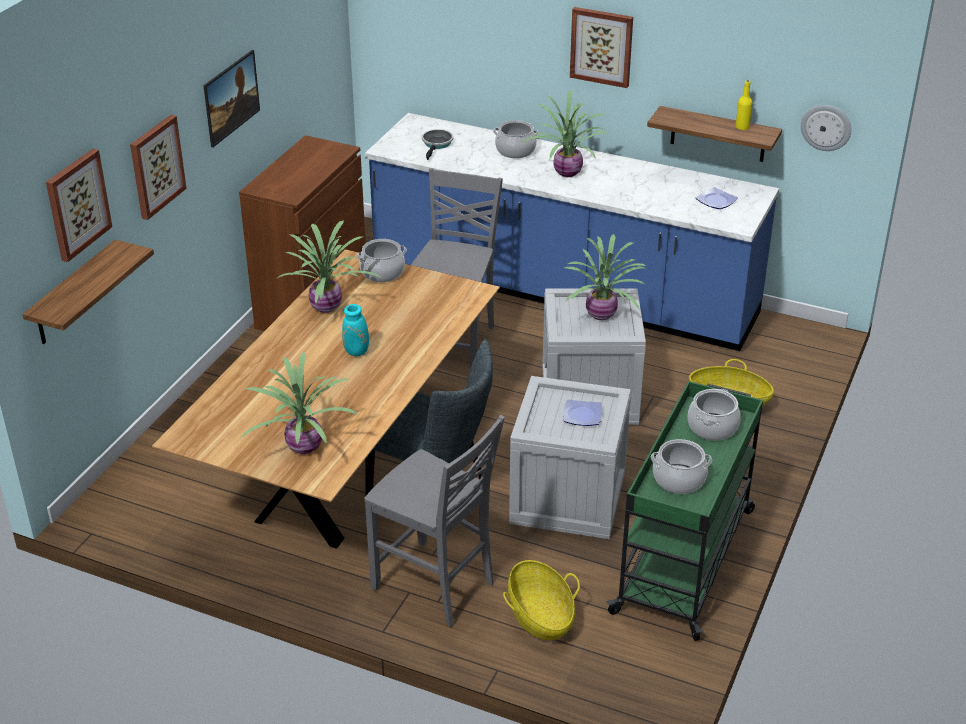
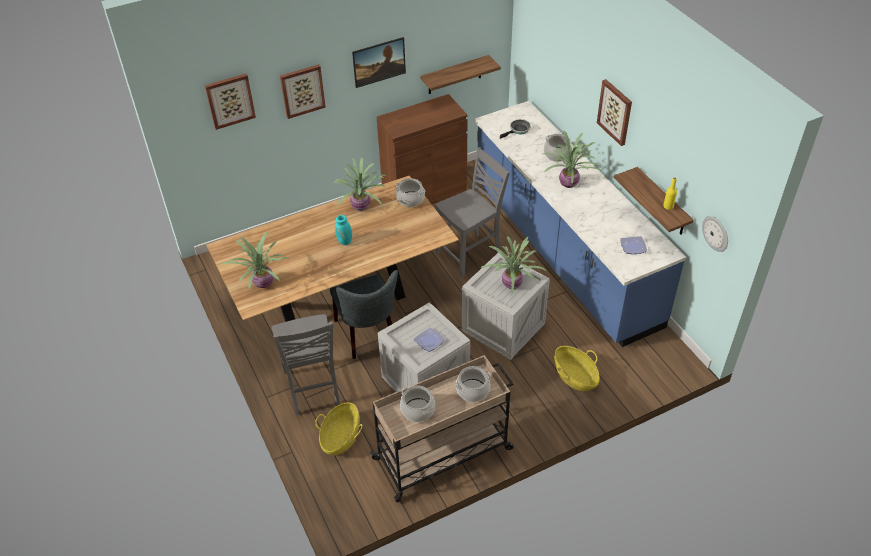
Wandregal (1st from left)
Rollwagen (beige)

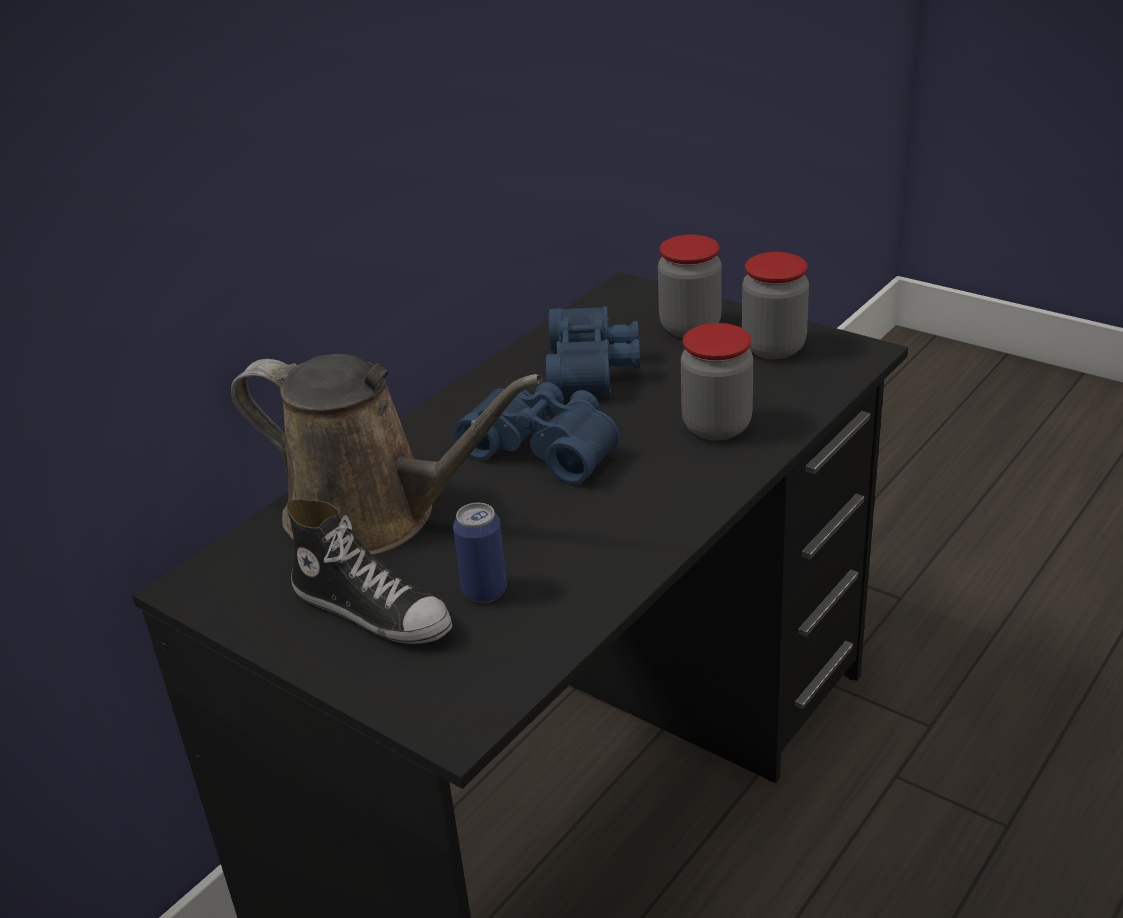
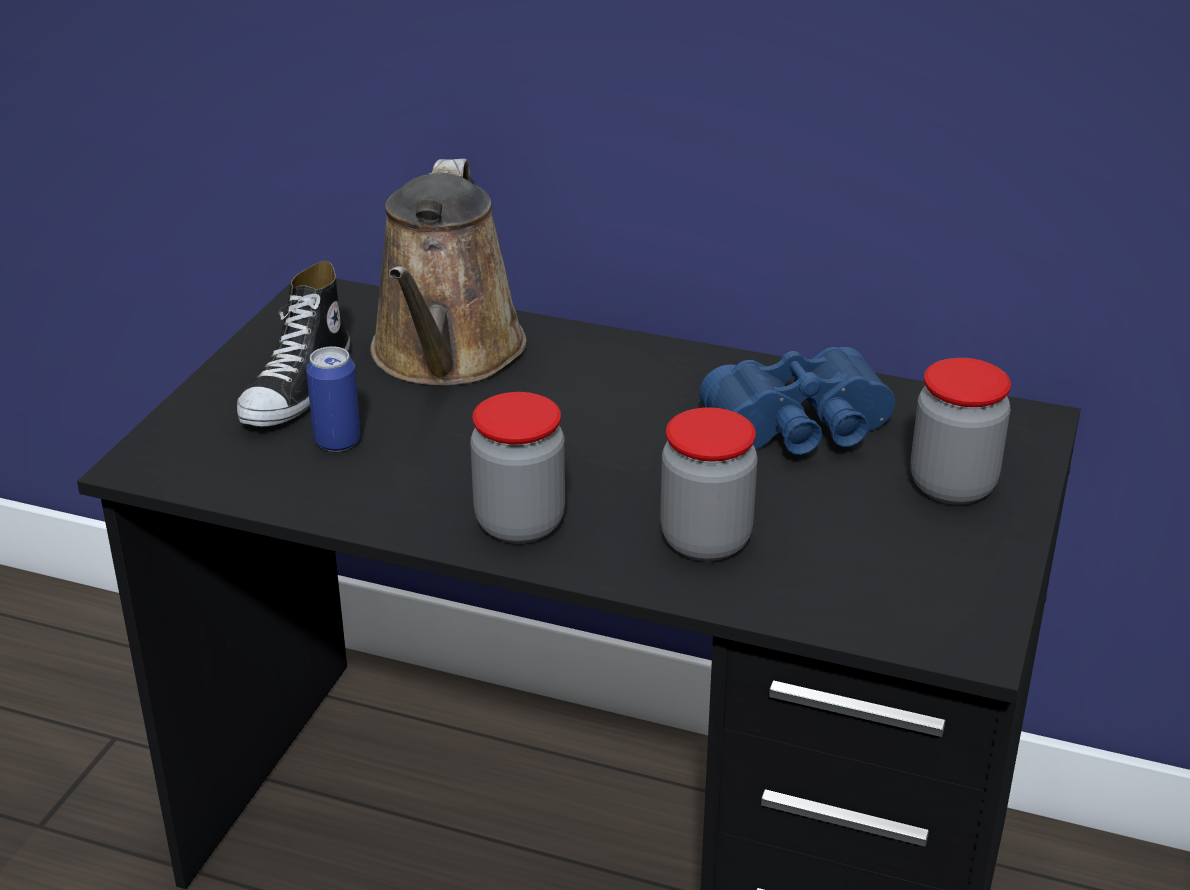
Fernglas (blau) (1st from left in the first image)
Vorratsglas (1st from left)

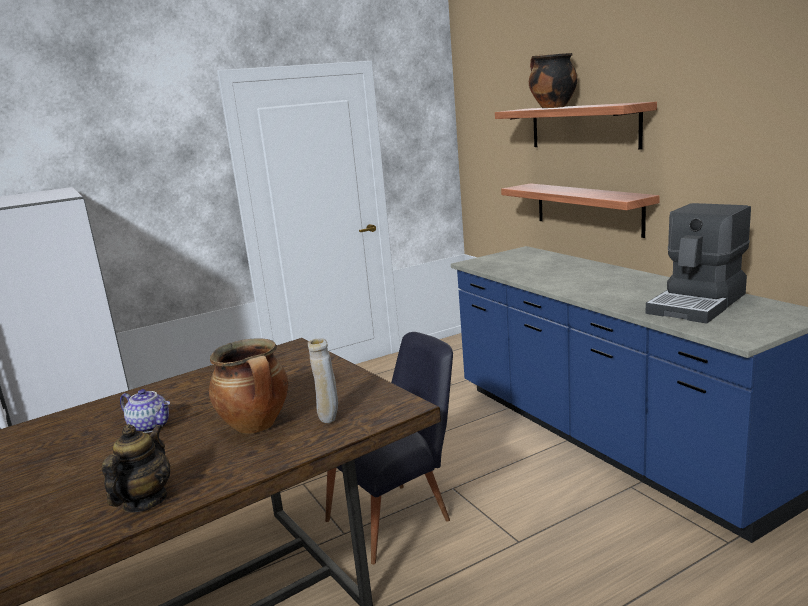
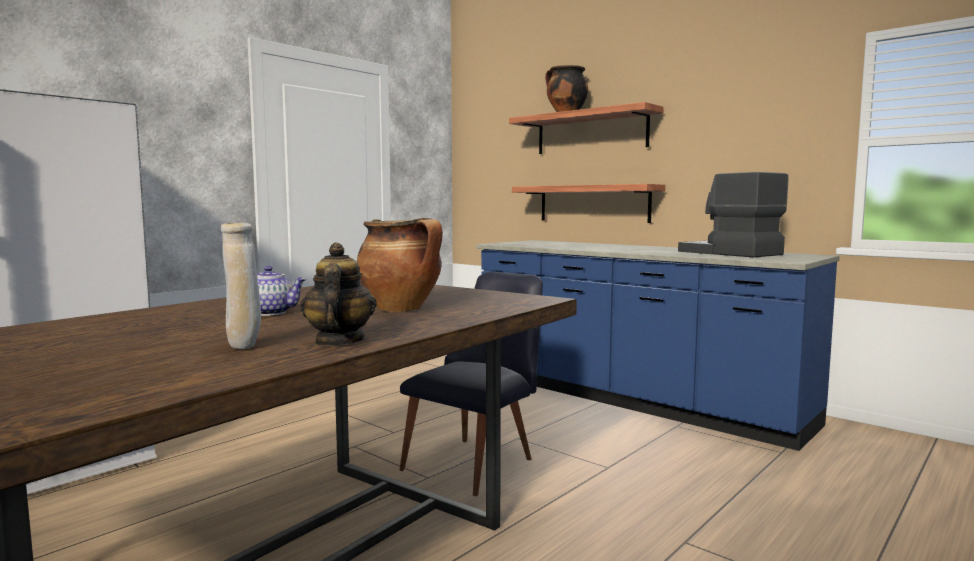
Vase (beige)
Kaffeemaschine

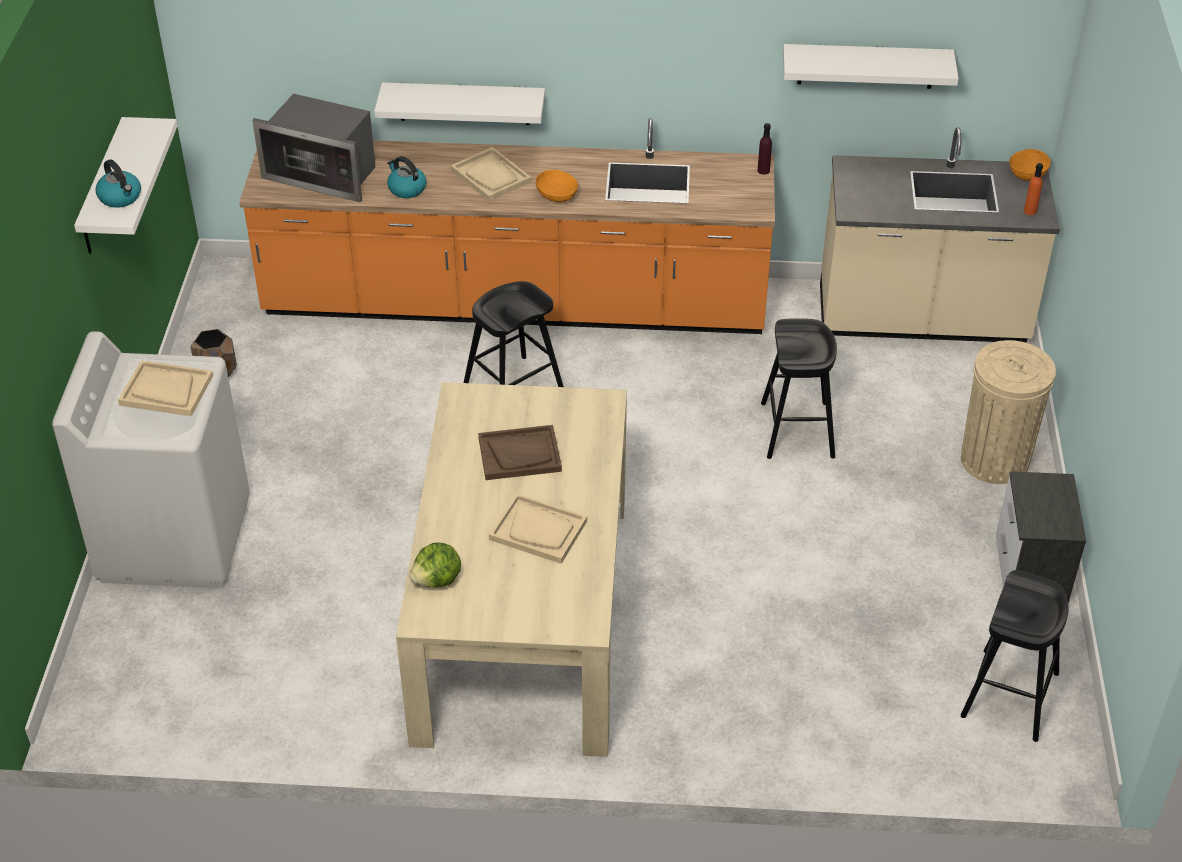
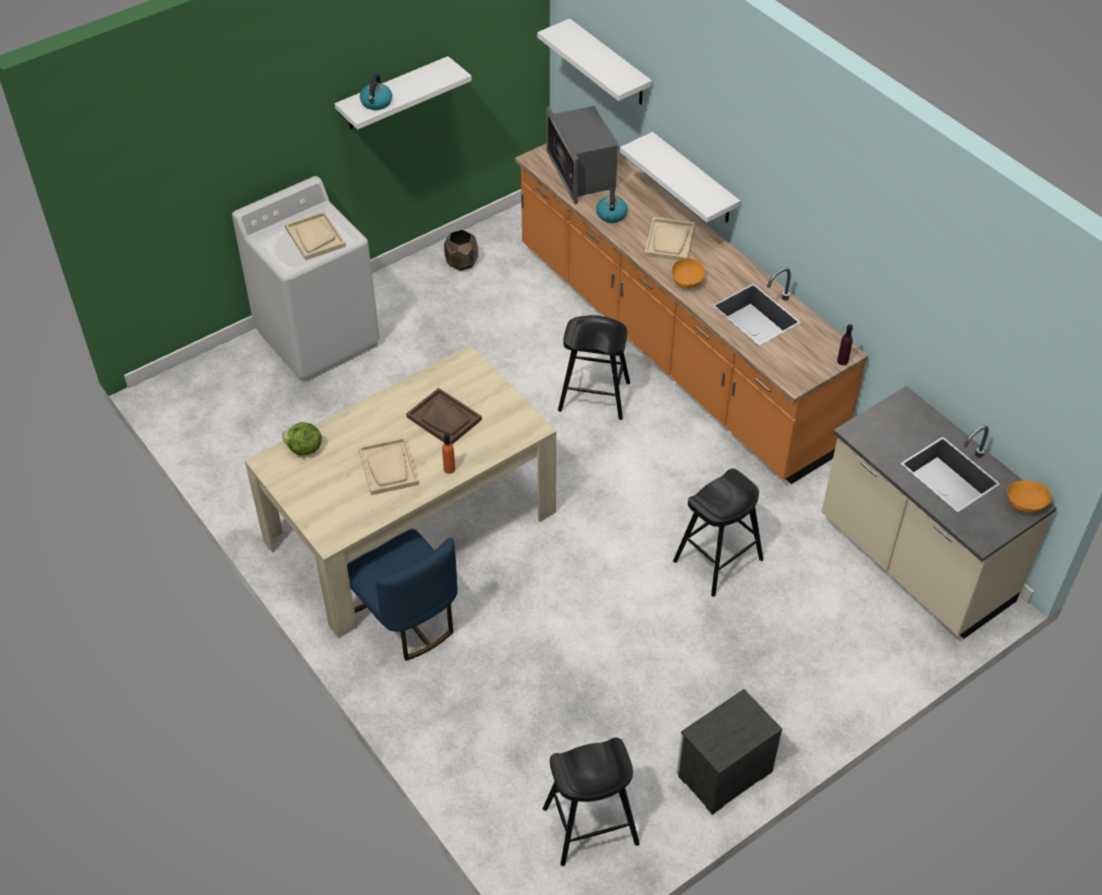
Wandregal (weiß) (2nd from left)
Mülleimer (beige)
Flasche (orange)
Stuhl (blau)

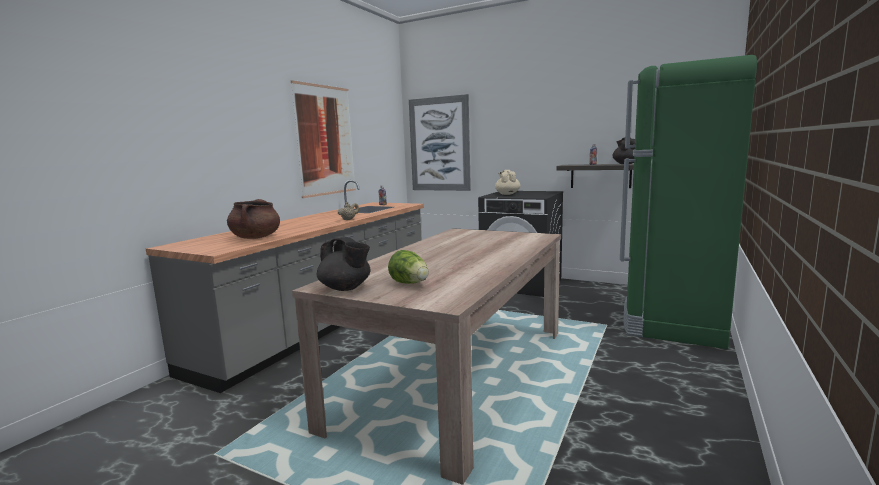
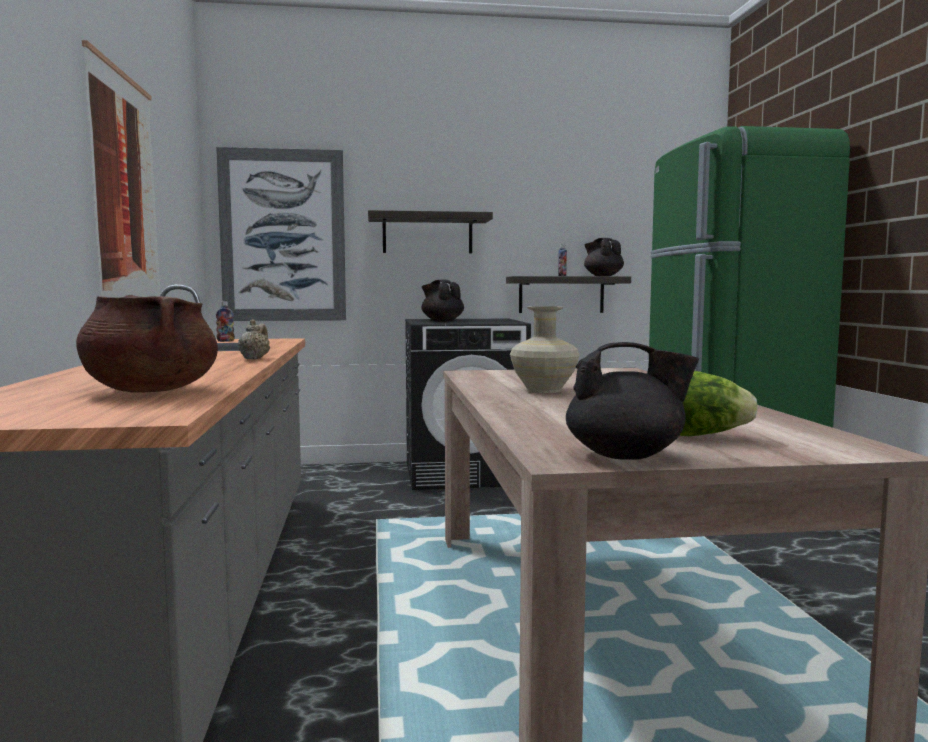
Teekanne (schwarz) (1st from left)
Wandregal (1st from left)
Vase (beige)

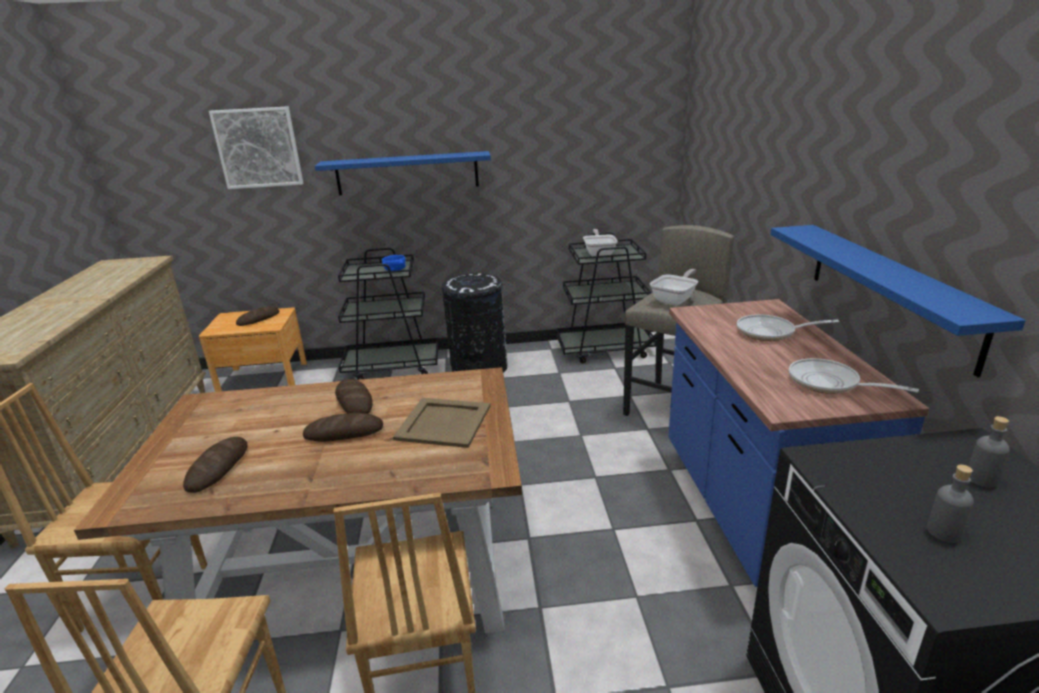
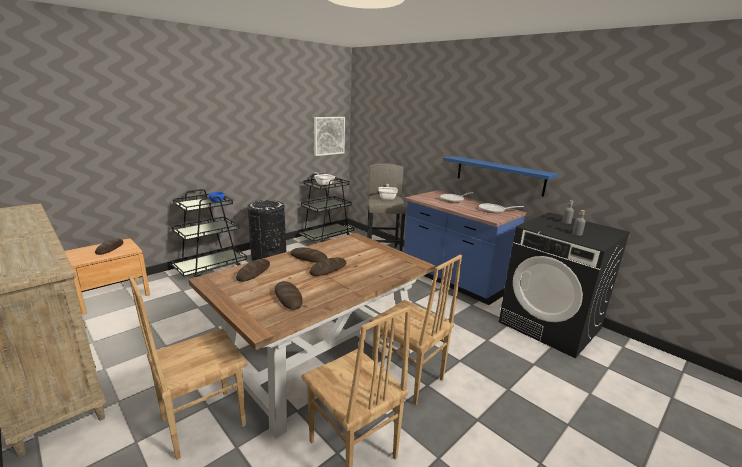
Bild
Wandregal (blau) (1st from left in the first image)
Tablett (beige)
Brot (2nd from left)

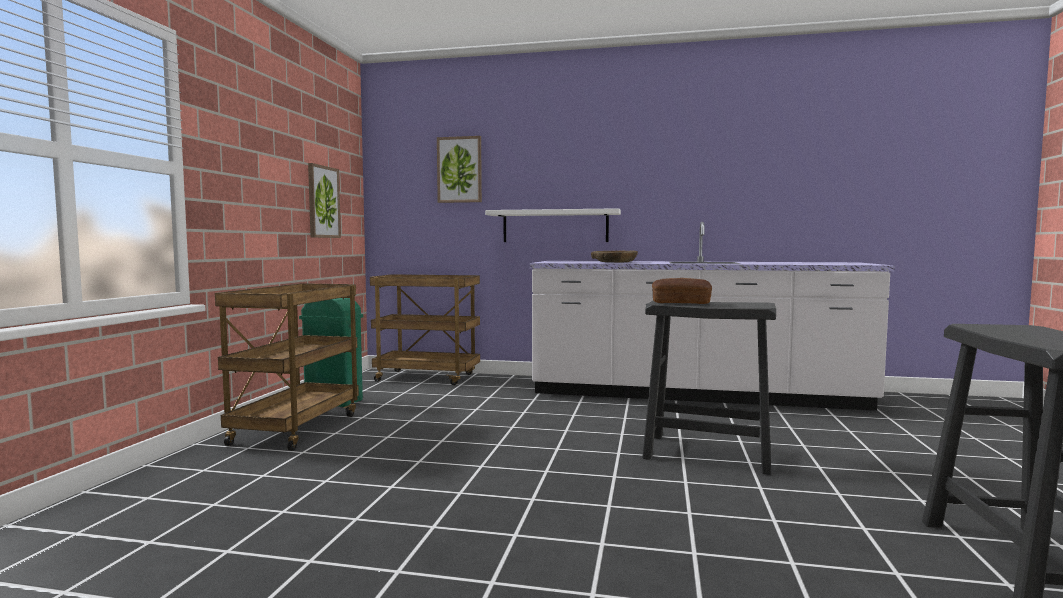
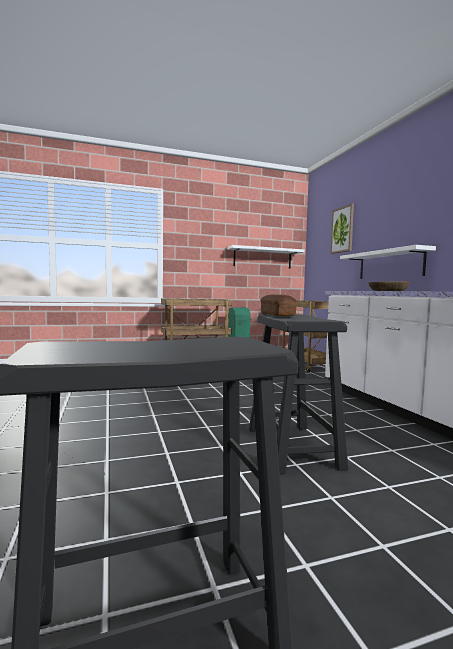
Wandregal (weiß) (1st from left)

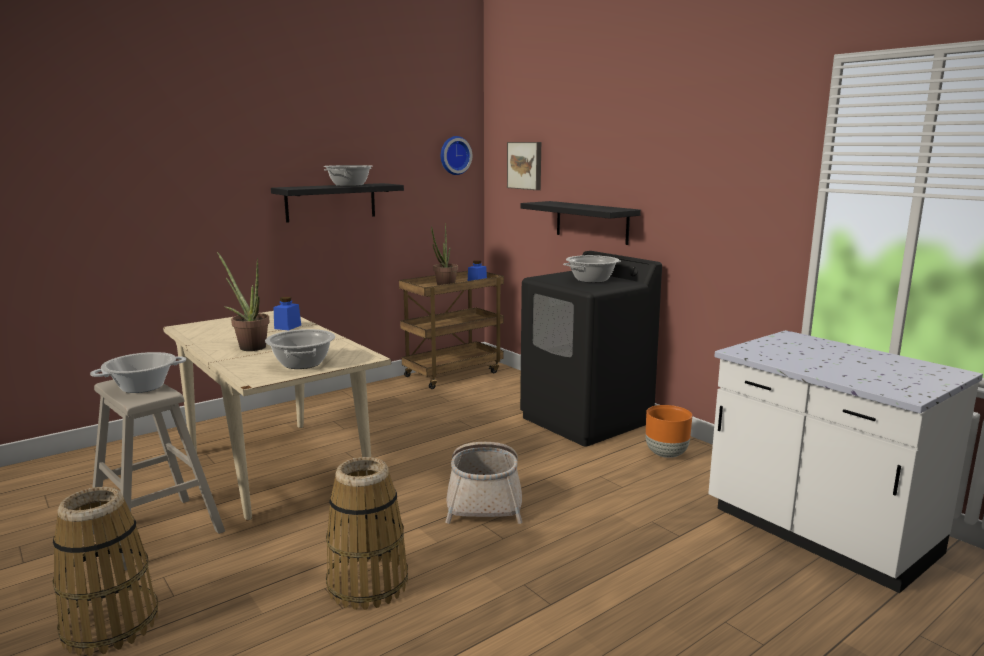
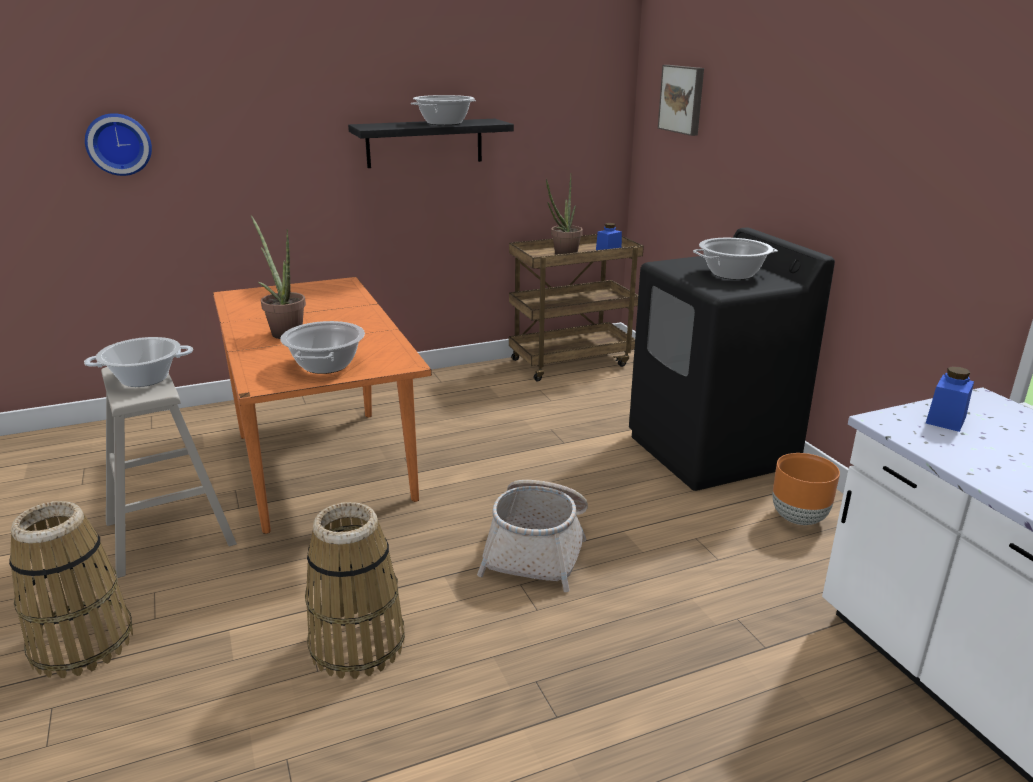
Esstisch (orange)
Vorratsglas (blau) (2nd from left)
Wanduhr
Wandregal (schwarz) (2nd from left in the first image)

